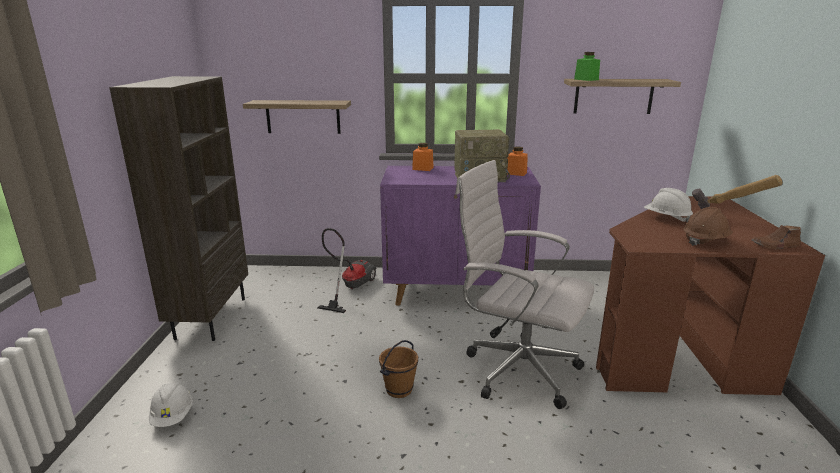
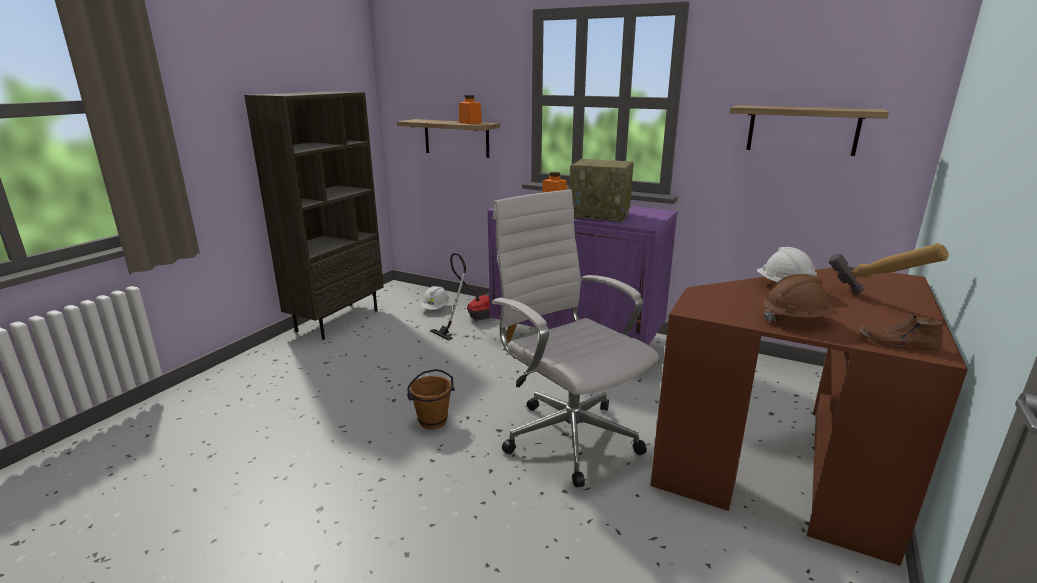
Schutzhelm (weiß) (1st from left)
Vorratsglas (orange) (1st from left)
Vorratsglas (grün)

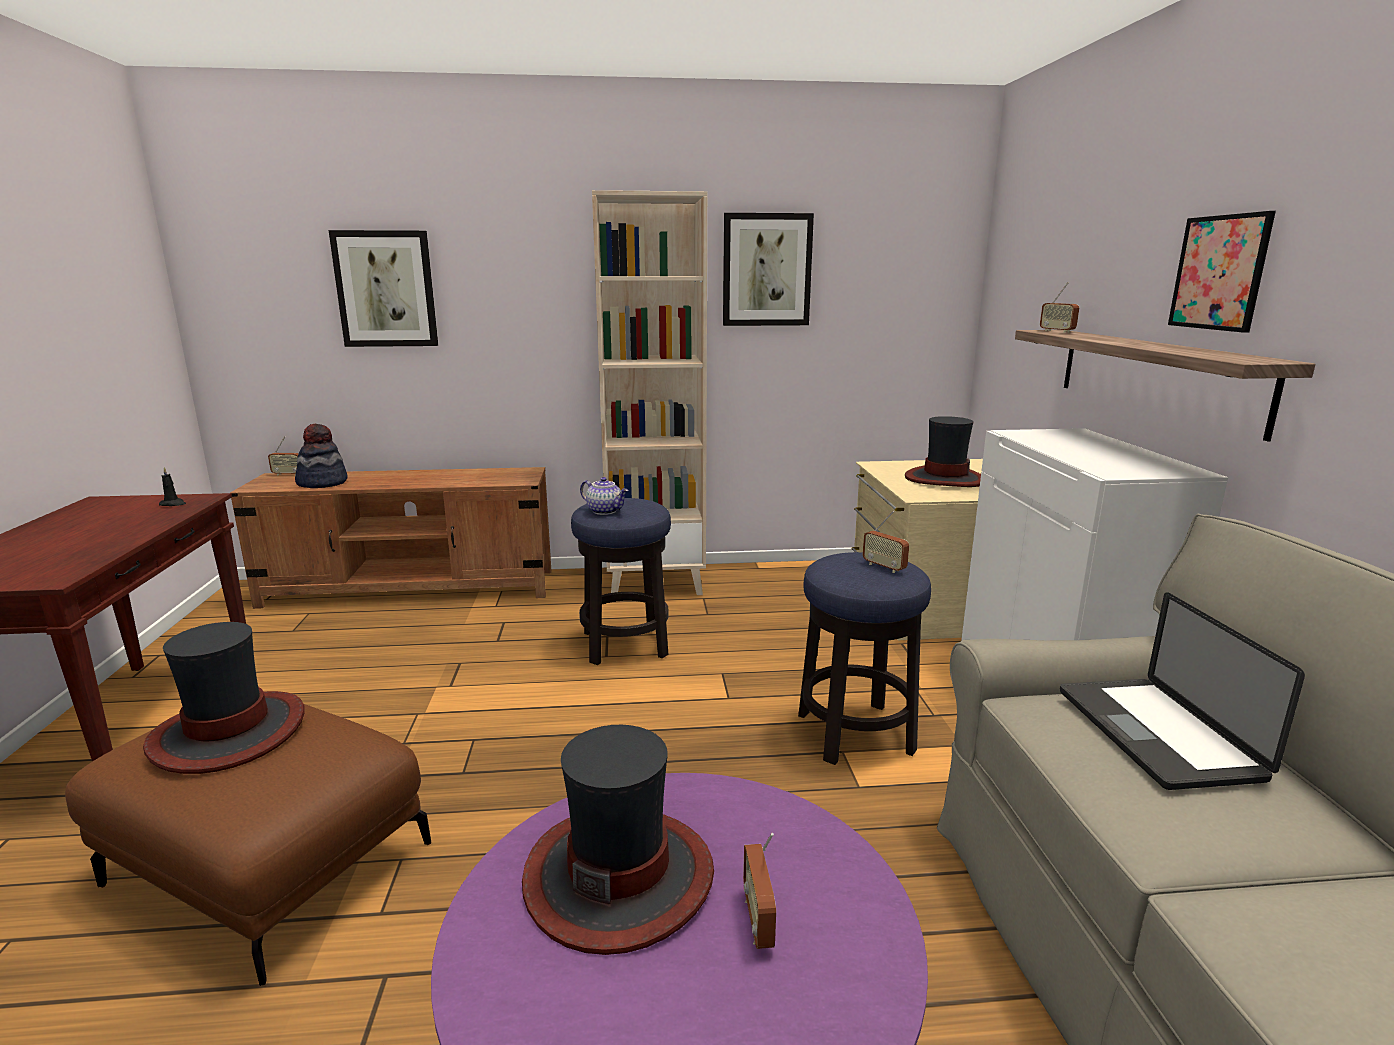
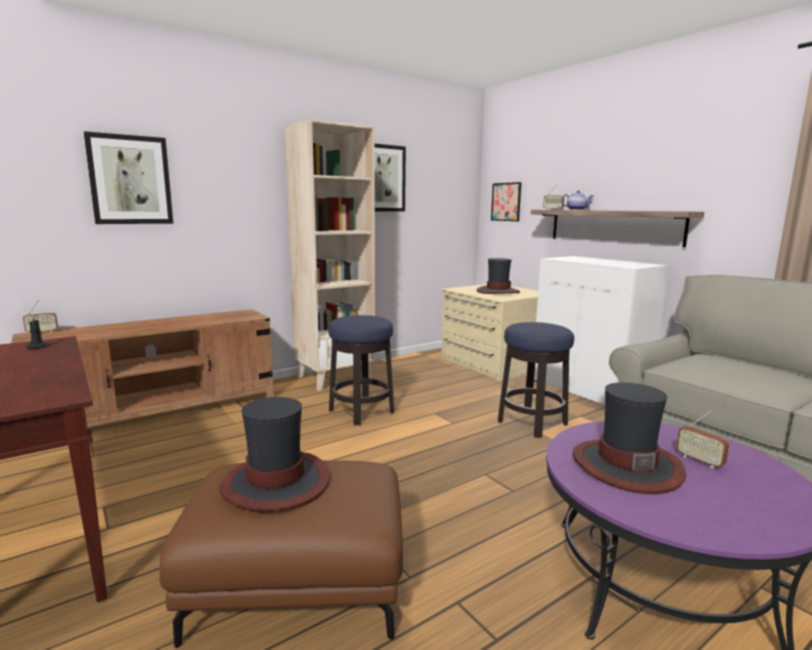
Hut (2nd from left in the first image)
Teekanne
Radio (3rd from left in the first image)
Laptop
Bild (3rd from left)

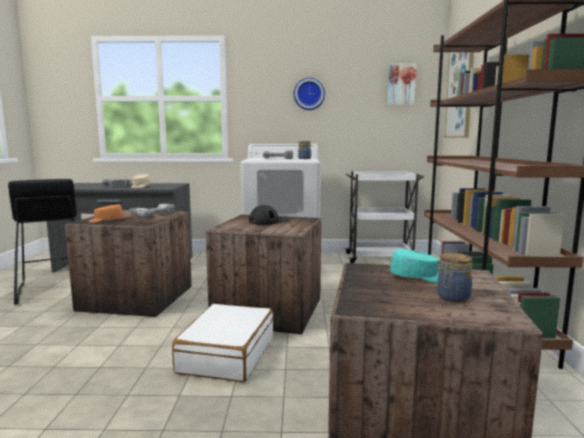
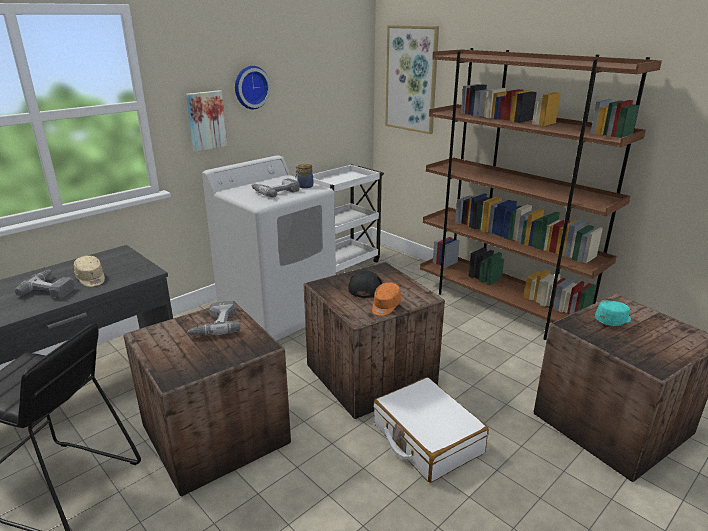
Kappe (orange)
Bild (1st from left)
Vorratsglas (2nd from left in the first image)

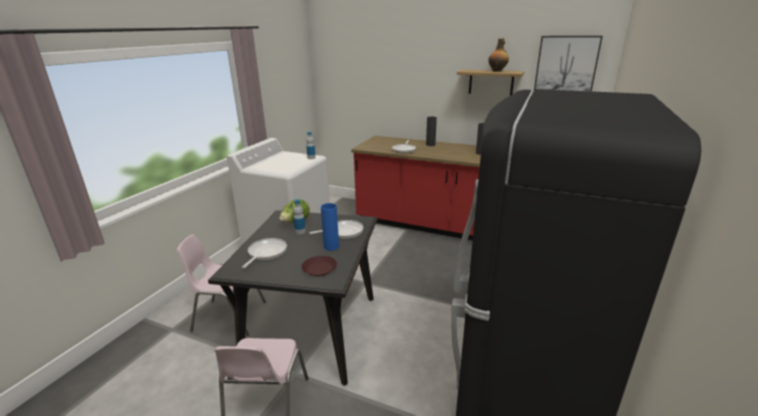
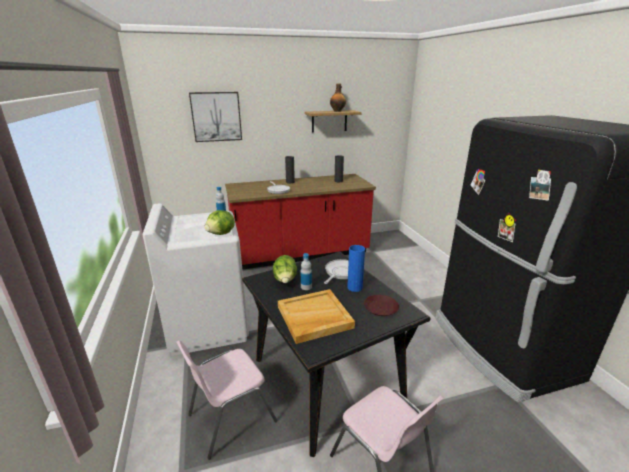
Tablett (beige)
Bild
Salatkopf (1st from left)

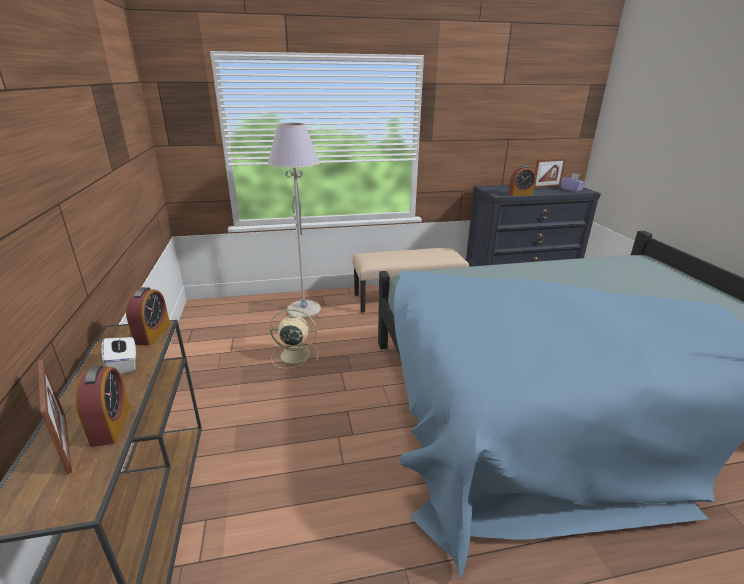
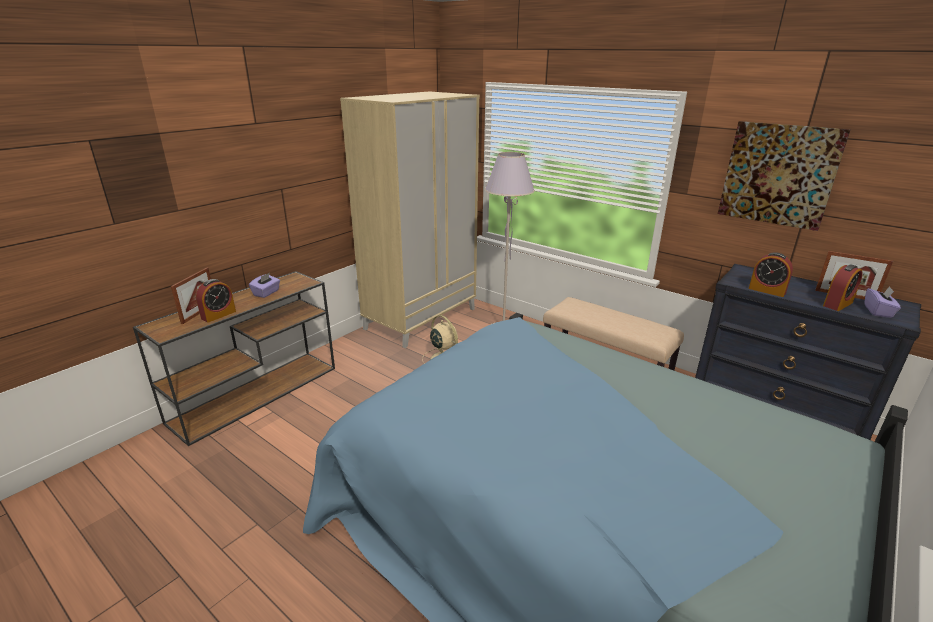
Taschentuchbox (lila) (1st from left)
Wecker (3rd from left)
Kleiderschrank (beige)
Bild

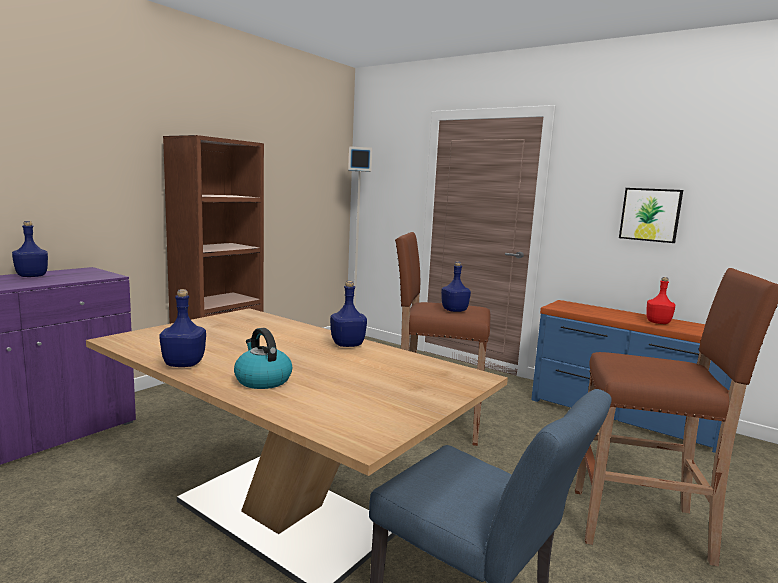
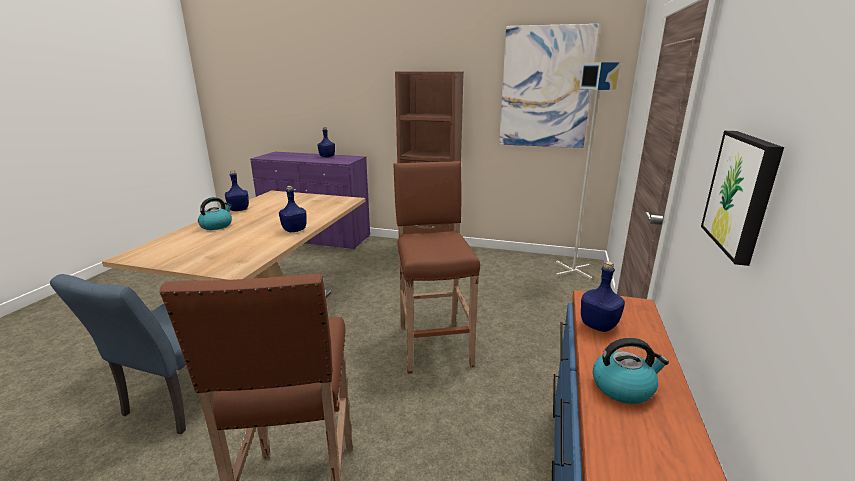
Flasche (blau) (4th from left)
Wasserkessel (2nd from left)
Bild (1st from left)

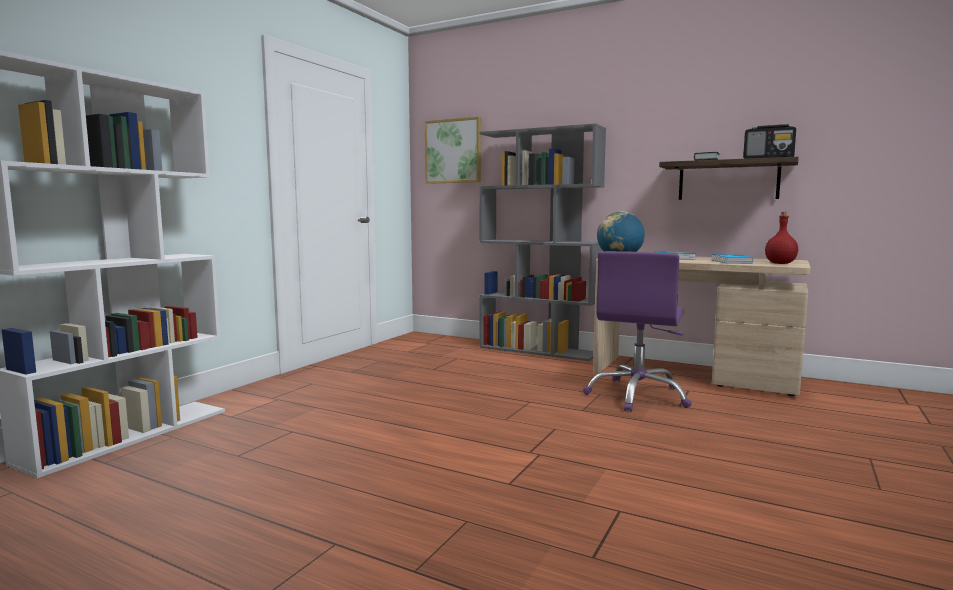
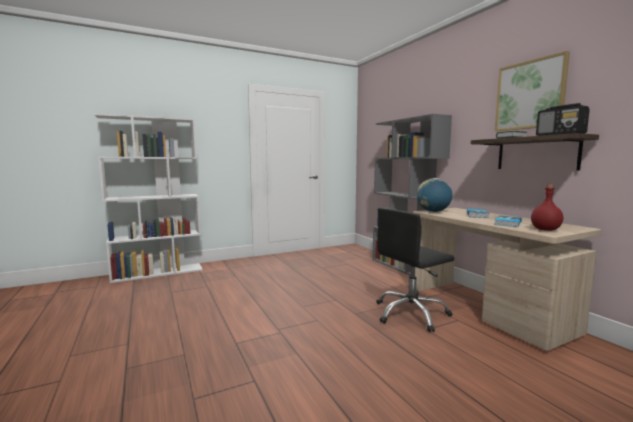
Bild
Bürostuhl (schwarz)

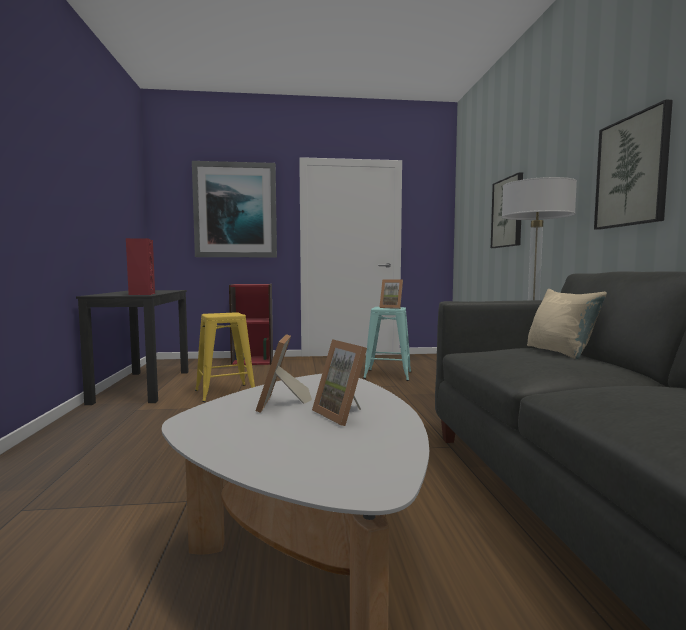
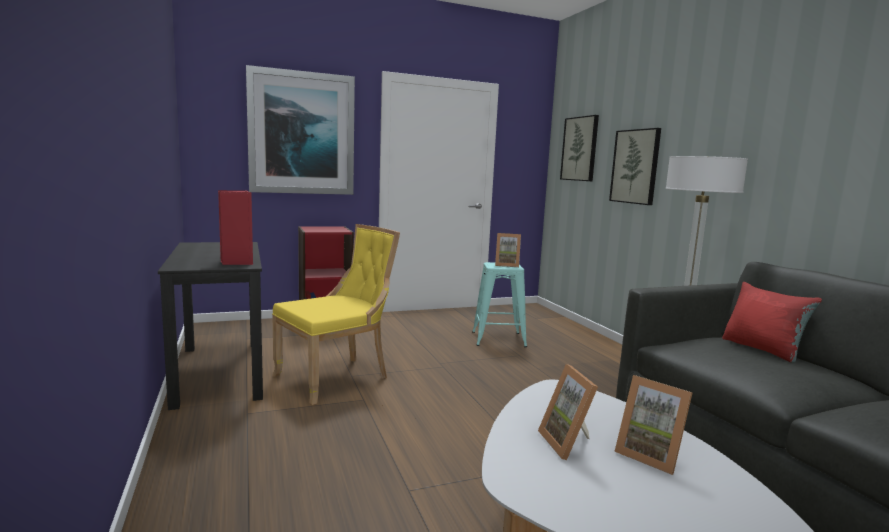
Stuhl (gelb)
Kissen (rot)
Bild (2nd from left)

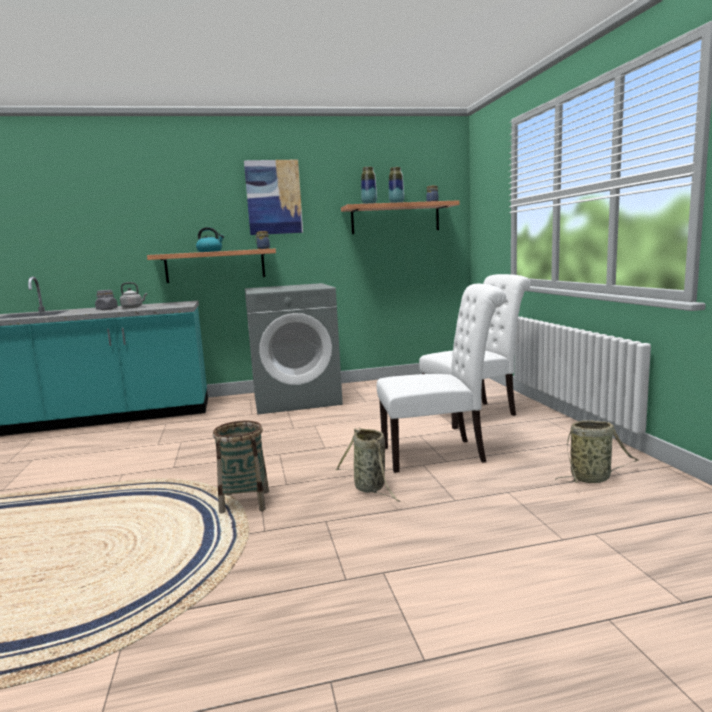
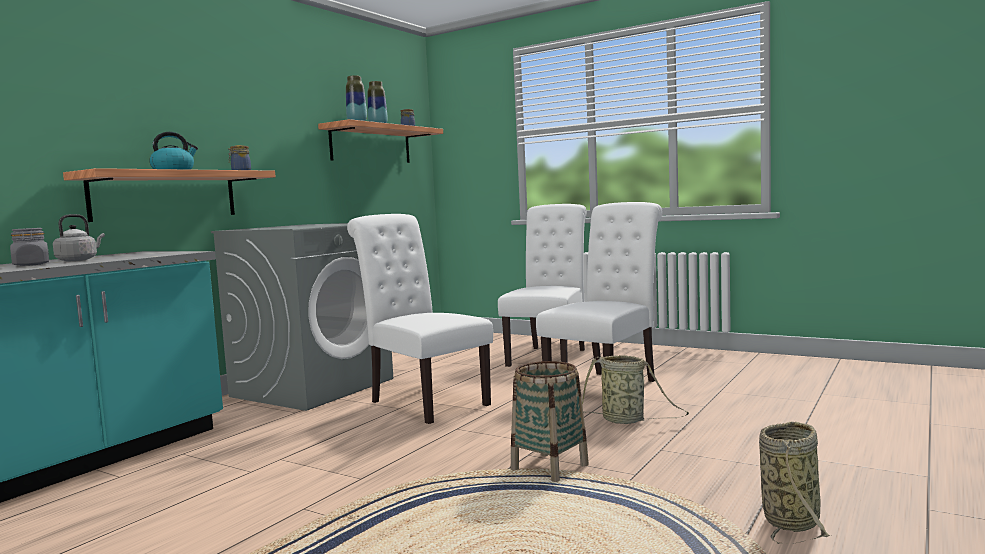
Bild
Korb (3rd from left)
Stuhl (weiß) (1st from left)

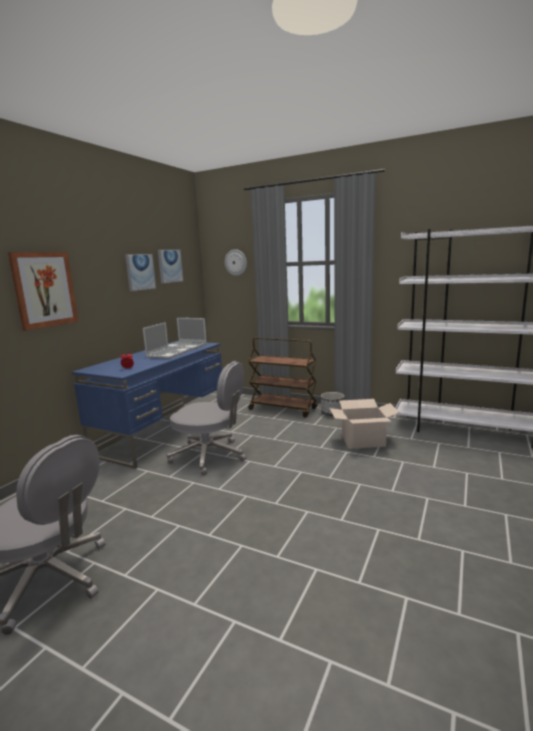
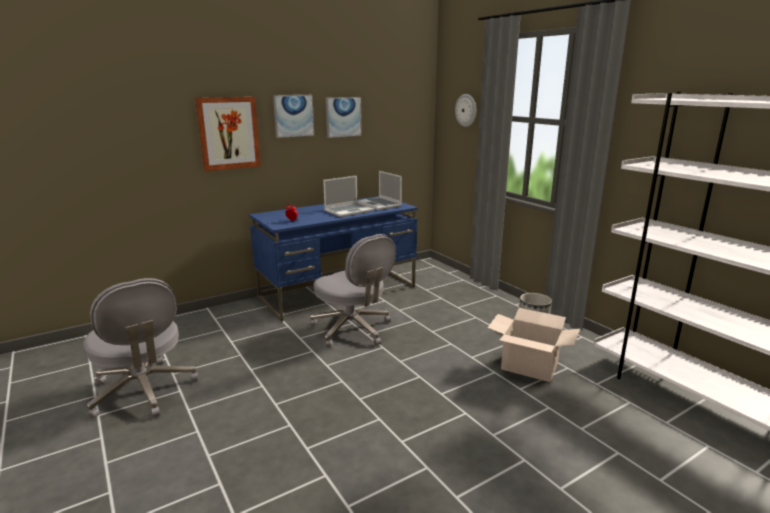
Bild (2nd from left)
Rollwagen (braun)

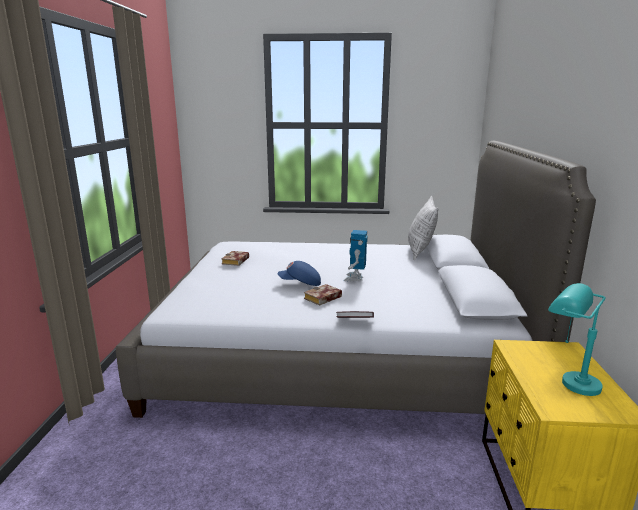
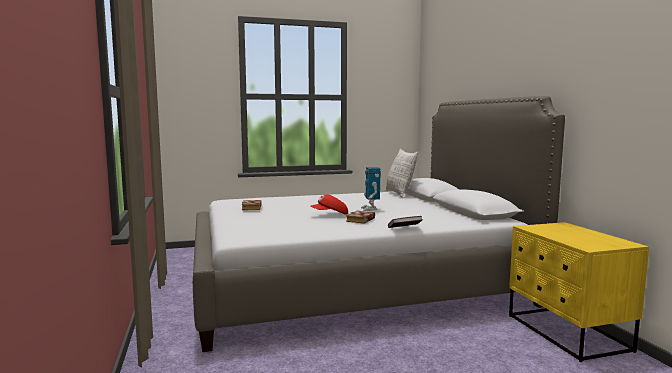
Kappe (rot)
Tischlampe (türkis)

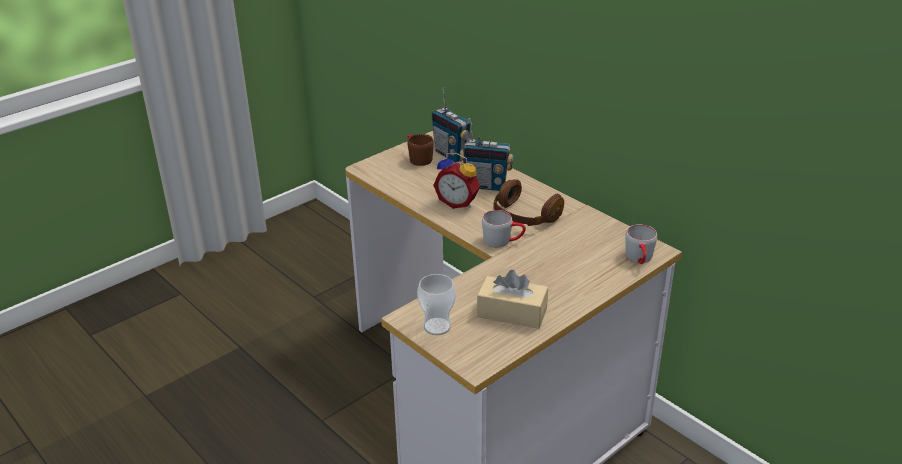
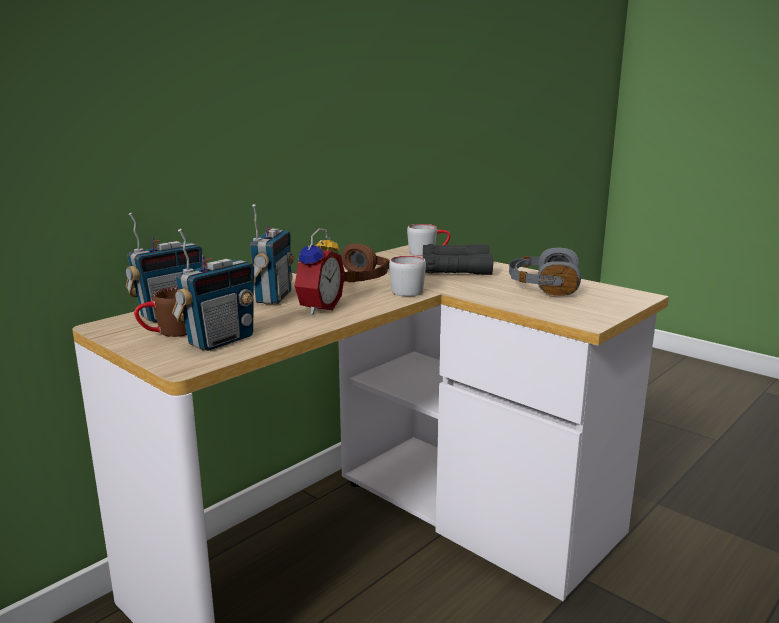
Tasse
Kopfhörer (grau)
Radio (2nd from left)
Fernglas (schwarz)

